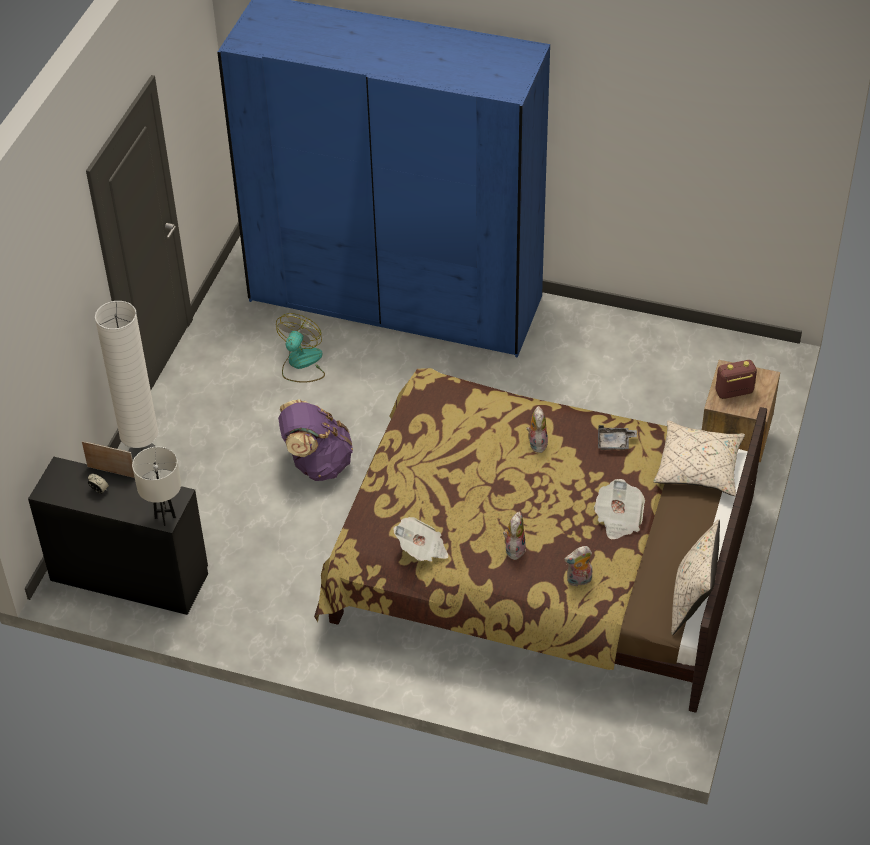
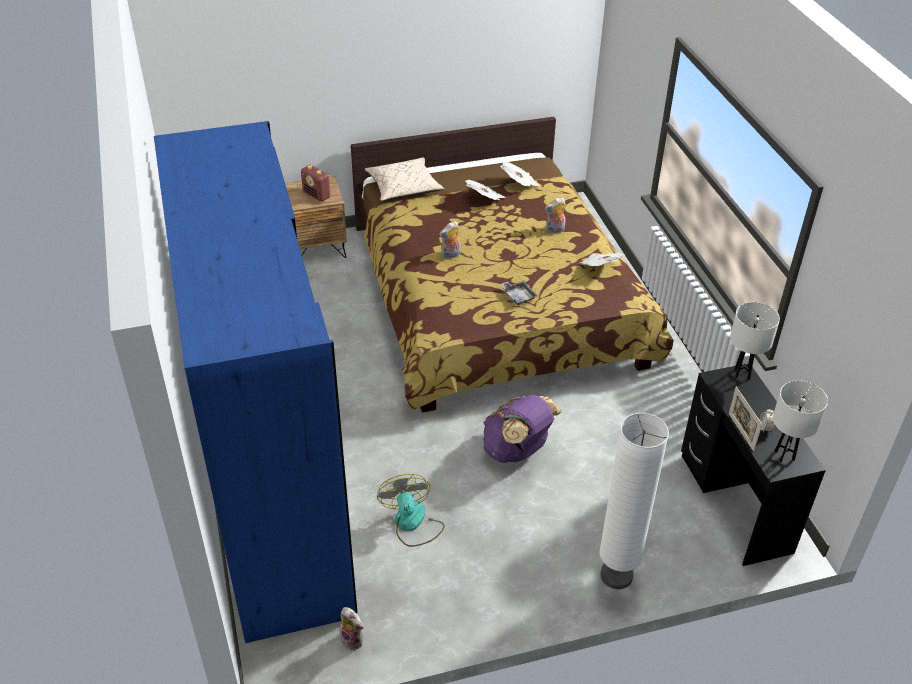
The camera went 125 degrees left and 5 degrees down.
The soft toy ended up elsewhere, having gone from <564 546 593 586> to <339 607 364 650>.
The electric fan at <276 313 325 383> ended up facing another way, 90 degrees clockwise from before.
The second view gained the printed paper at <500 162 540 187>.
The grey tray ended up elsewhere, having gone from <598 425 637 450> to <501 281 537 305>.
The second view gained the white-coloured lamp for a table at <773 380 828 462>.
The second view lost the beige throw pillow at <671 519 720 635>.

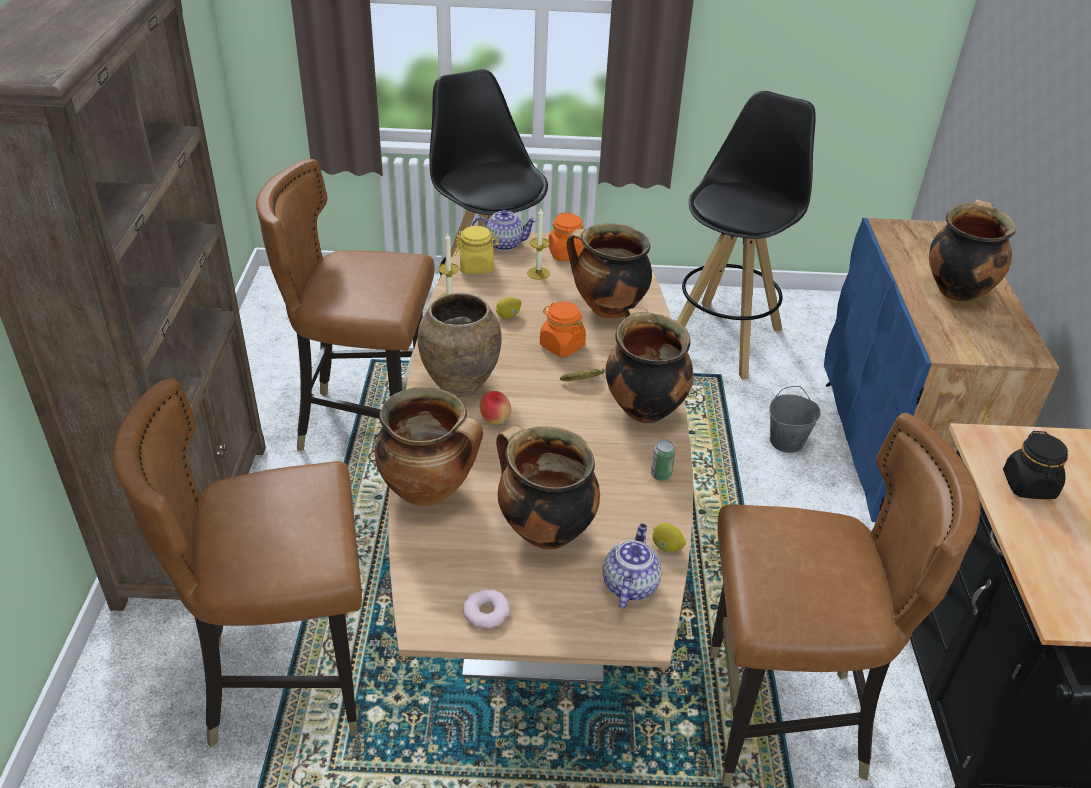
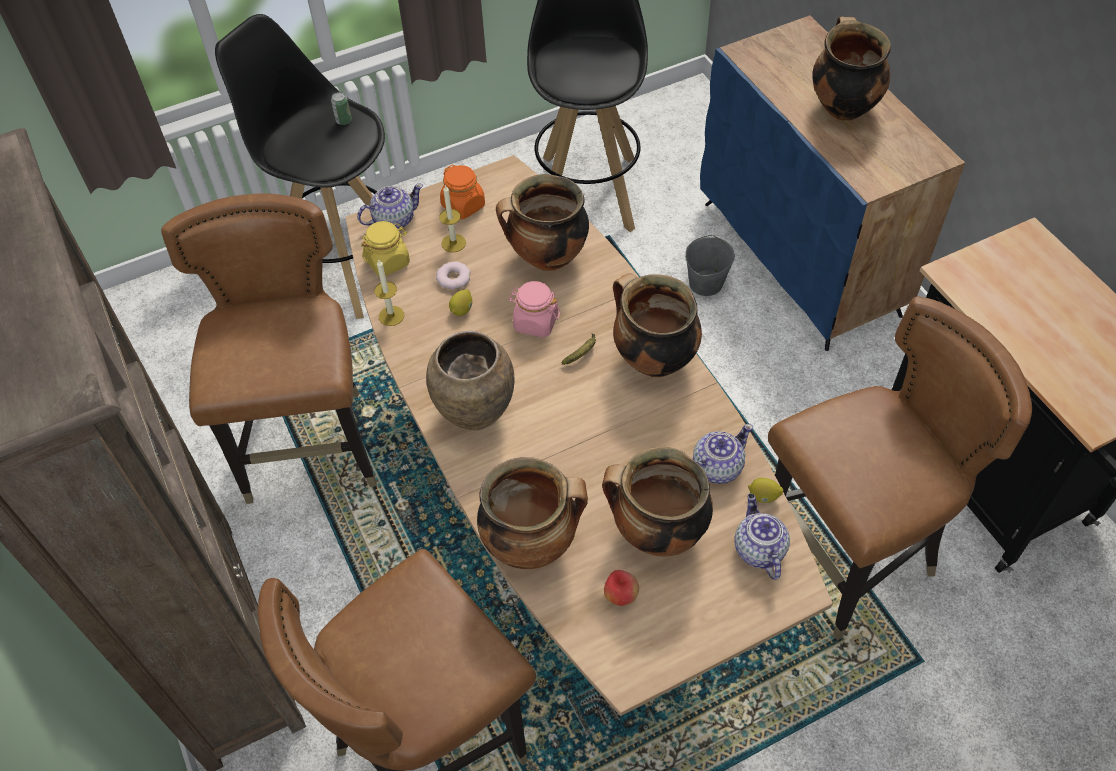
The camera went 25 degrees left and 15 degrees up.
The brown-coloured upright chair at <256 159 434 451> ended up facing another way, 105 degrees clockwise from before.
The metal can ended up elsewhere, having gone from <651 440 675 481> to <331 92 352 125>.
The doughnut ended up elsewhere, having gone from <463 589 510 629> to <436 262 471 290>.
What was the orange storage jar at <540 302 586 357> turned into the pinkish storage jar at <508 281 561 337>.
The whole apple ended up elsewhere, having gone from <480 391 511 425> to <604 570 639 606>.
The second view gained the tea pot at <693 424 753 484>.
The second view lost the black storage jar at <1003 431 1068 499>.

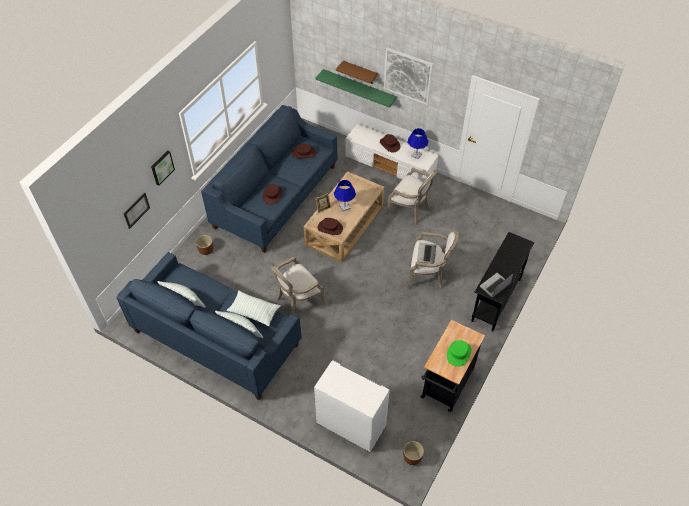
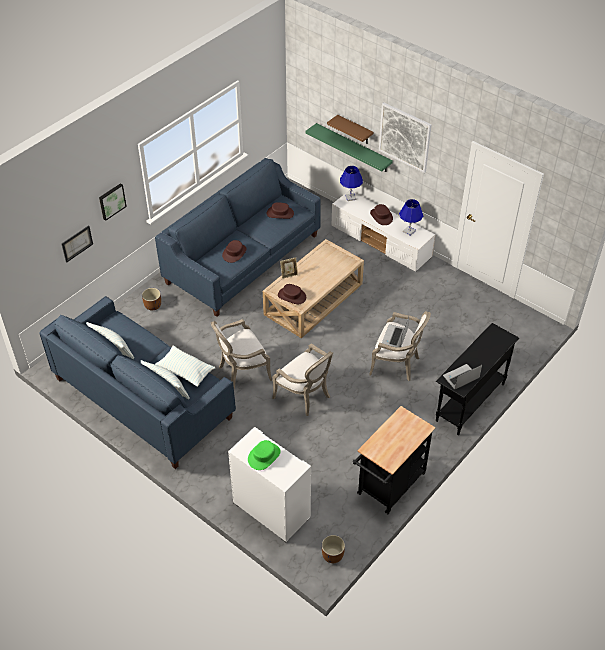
The camera went 10 degrees right and 5 degrees down.
The green-coloured clothing hat ended up elsewhere, having gone from <447 340 472 367> to <248 440 281 470>.
The lounge chair ended up elsewhere, having gone from <386 168 437 224> to <272 343 333 416>.
The bluish lamp for a table ended up elsewhere, having gone from <334 180 356 211> to <340 166 363 201>.

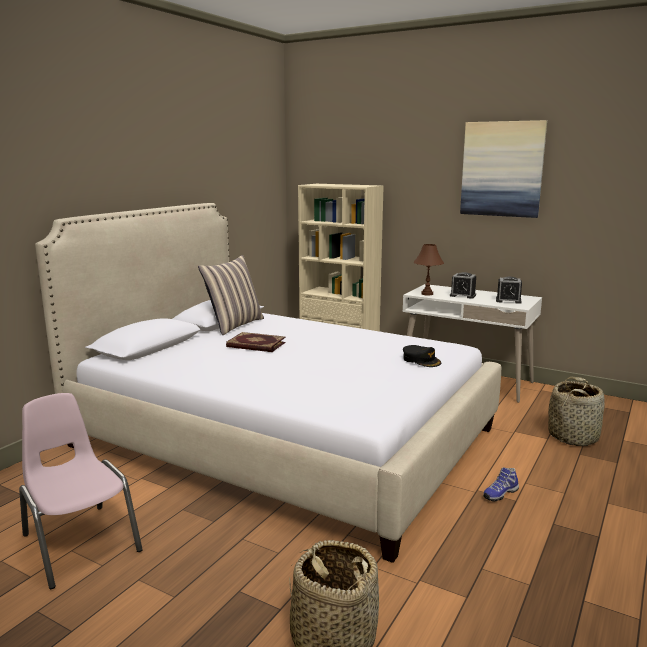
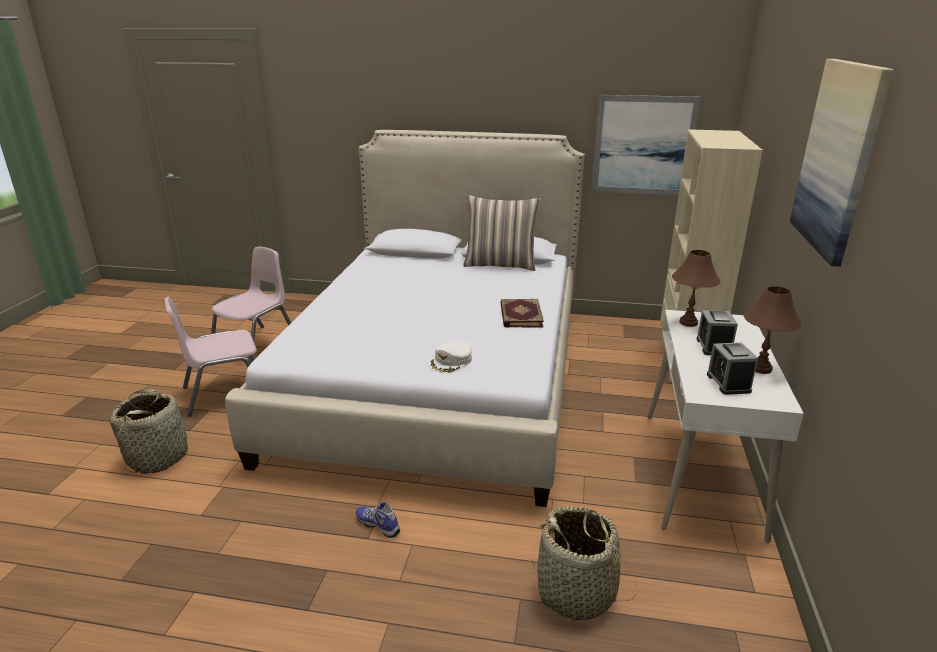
The camera went 70 degrees right and 10 degrees up.
The second view gained the pinkish upright chair at <165 297 257 417>.
What was the black peaked cap at <403 345 441 367> turned into the white-coloured peaked cap at <430 340 472 373>.
The volume ended up elsewhere, having gone from <226 332 286 352> to <500 299 544 328>.
The second view gained the wall art at <591 95 701 195>.
The second view gained the brown-coloured lamp for a table at <744 286 802 374>.

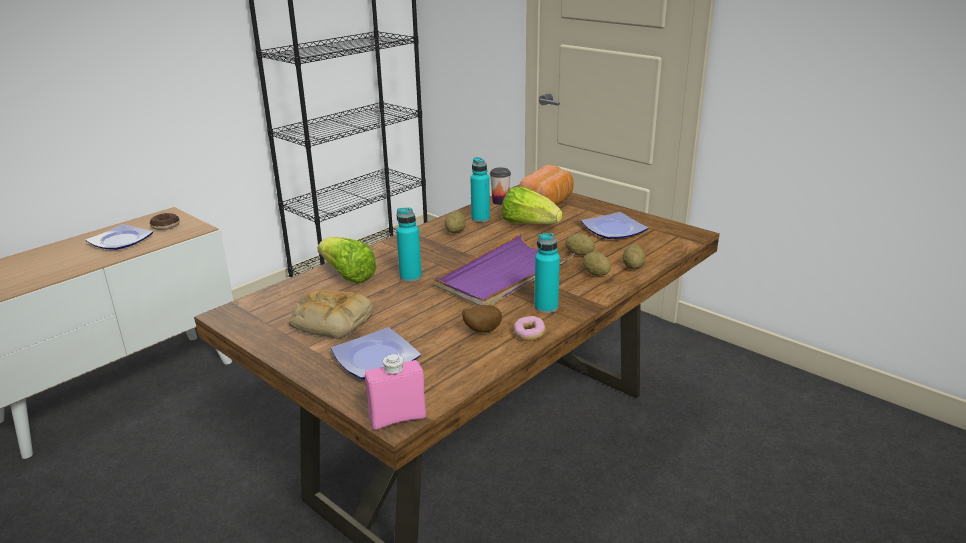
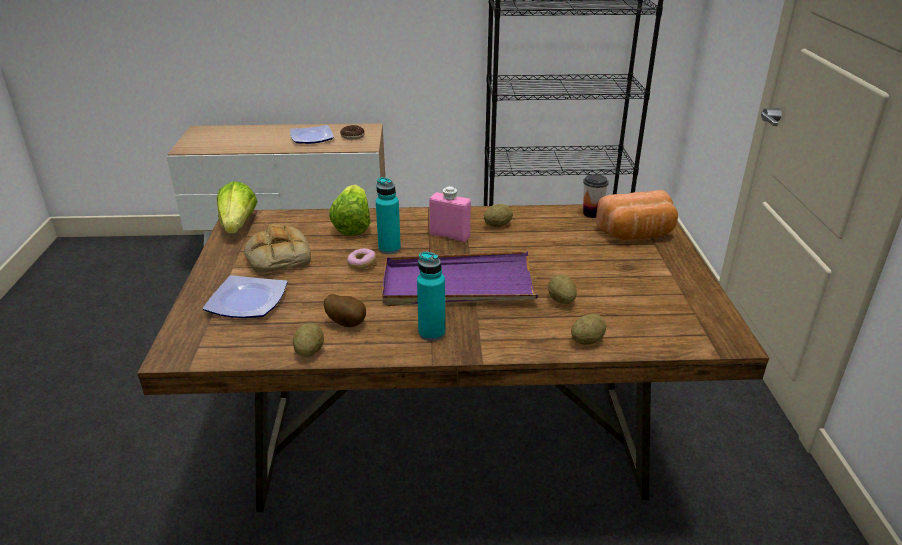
The camera went 45 degrees right and 5 degrees up.
The head of lettuce ended up elsewhere, having gone from <502 186 562 224> to <217 181 258 234>.
The potato ended up elsewhere, having gone from <583 252 611 276> to <293 323 324 357>.
The doughnut ended up elsewhere, having gone from <514 316 545 341> to <347 248 376 269>.
The pinkish beverage bottle ended up elsewhere, having gone from <365 354 426 430> to <429 186 471 242>.
The second view lost the turquoise-coloured beverage bottle at <470 157 490 223>.
The second view lost the flat dish at <581 212 648 239>.

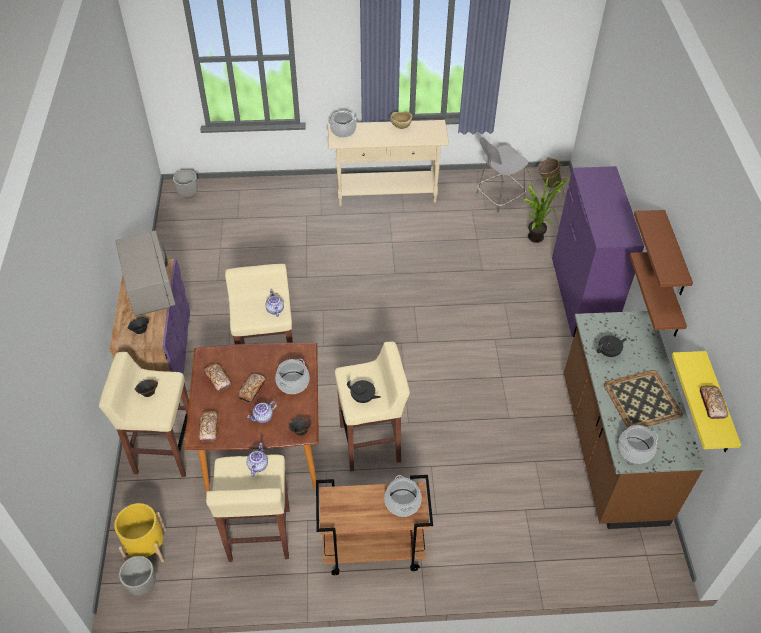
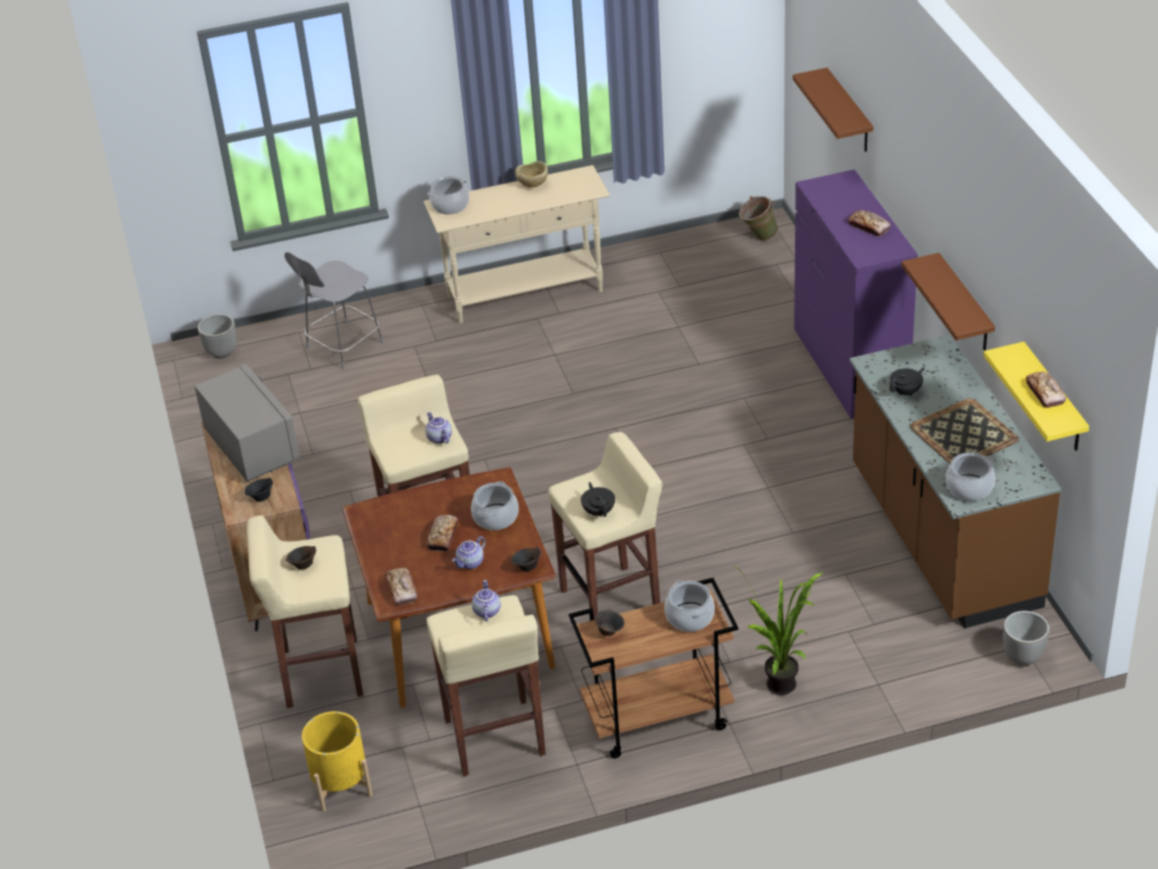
The camera went 10 degrees left and 10 degrees down.
The grey upright chair ended up elsewhere, having gone from <476 137 528 216> to <285 252 384 369>.
The black tea pot at <347 380 381 403> ended up facing another way, 120 degrees counterclockwise from before.
The second view gained the brown-coloured deep dish at <595 609 624 636>.
The houseplant ended up elsewhere, having gone from <523 164 570 243> to <735 566 823 695>.
The brown-coloured shelf ended up elsewhere, having gone from <634 210 693 295> to <793 68 873 152>.
The bread ended up elsewhere, having gone from <203 363 231 391> to <848 210 891 236>.
The planter ended up elsewhere, having gone from <119 556 156 596> to <1003 611 1050 665>.

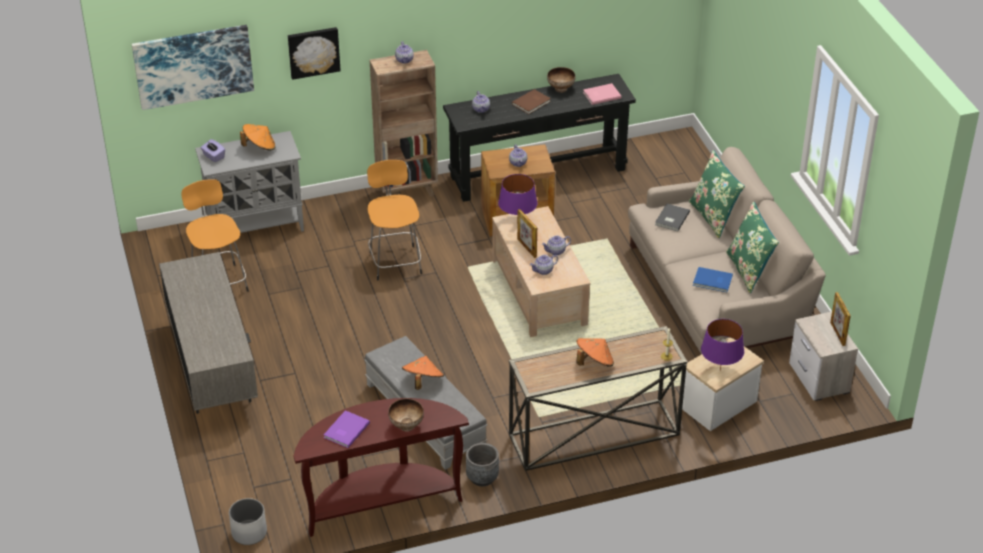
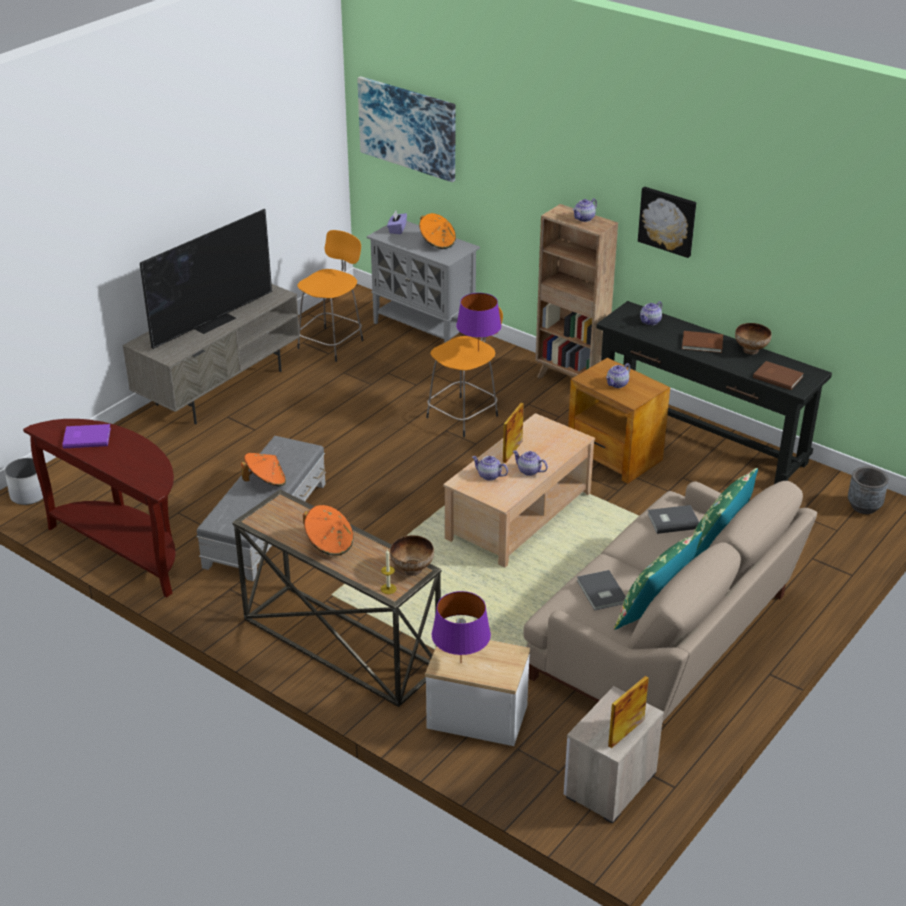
The camera went 55 degrees right and 5 degrees down.
The second view gained the television at <140 209 272 349>.
The deep dish ended up elsewhere, having gone from <388 399 424 431> to <390 535 434 576>.
The purple-coloured lamp for a table ended up elsewhere, having gone from <498 174 538 221> to <456 293 501 351>.
What was the bluish volume at <693 267 733 292> turned into the grey volume at <577 570 626 611>.
The wall art ended up elsewhere, having gone from <288 27 341 80> to <638 187 696 258>.
What was the pinkish volume at <583 83 621 105> turned into the brown-coloured volume at <753 361 804 390>.
The grey planter ended up elsewhere, having gone from <466 443 499 487> to <848 466 889 514>.

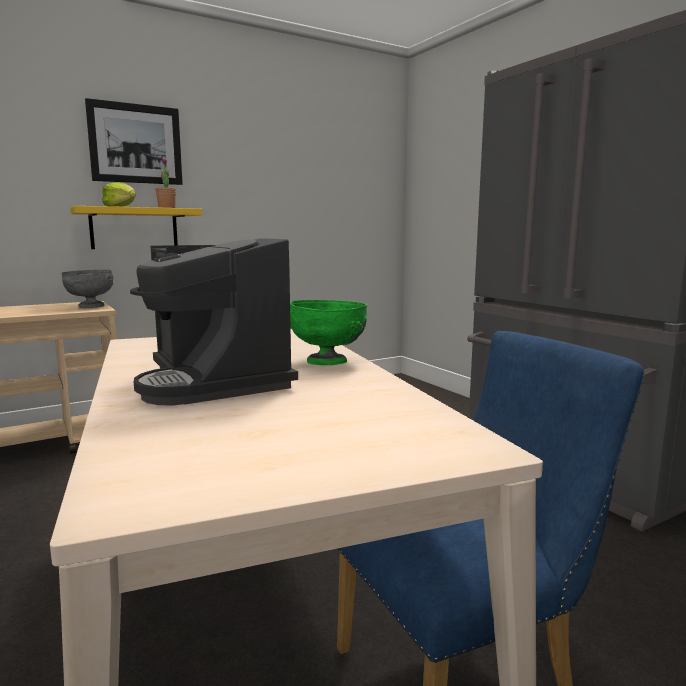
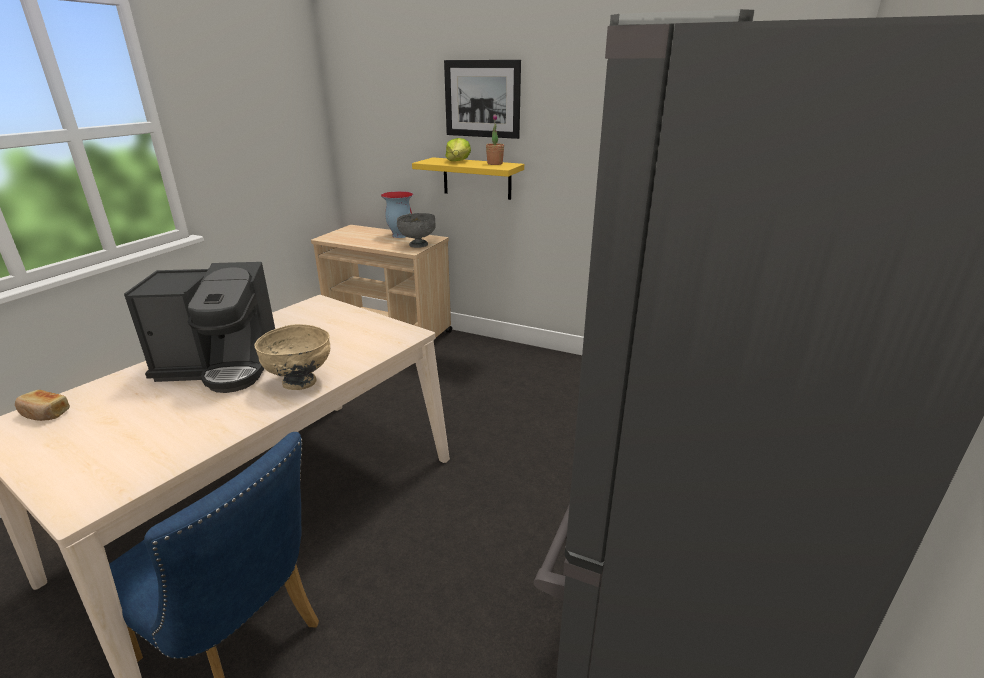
The camera went 55 degrees right and 15 degrees up.
The second view gained the bread at <15 390 70 421>.
The coffee machine at <130 238 298 406> ended up facing another way, 120 degrees counterclockwise from before.
What was the green-coloured deep dish at <290 300 367 365> turned into the beige deep dish at <254 324 330 390>.
The second view gained the flower vase at <381 191 413 238>.

